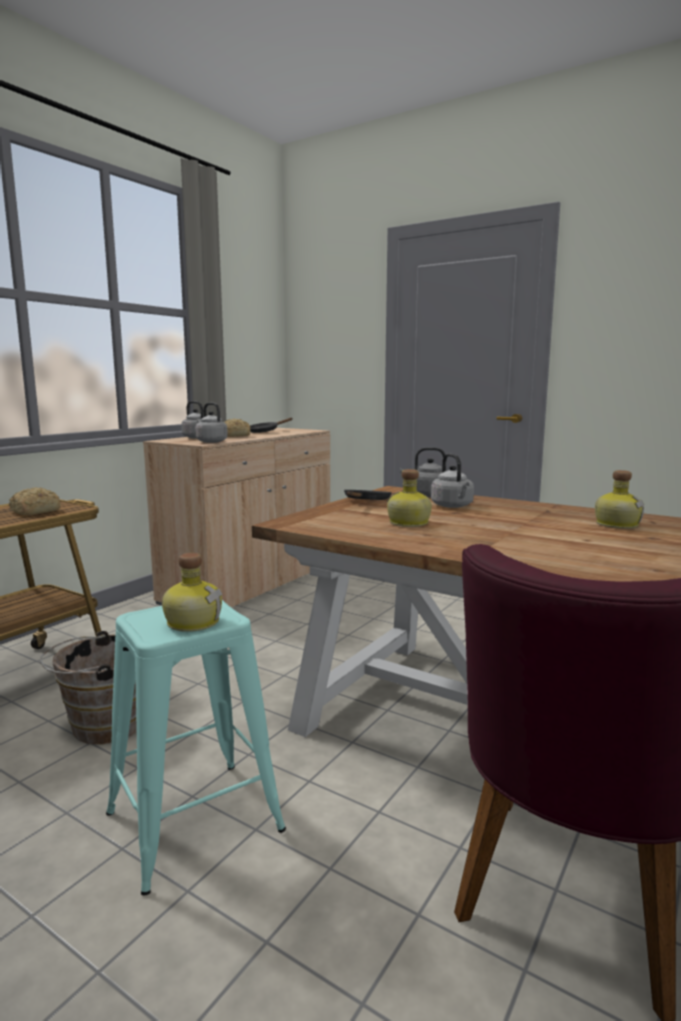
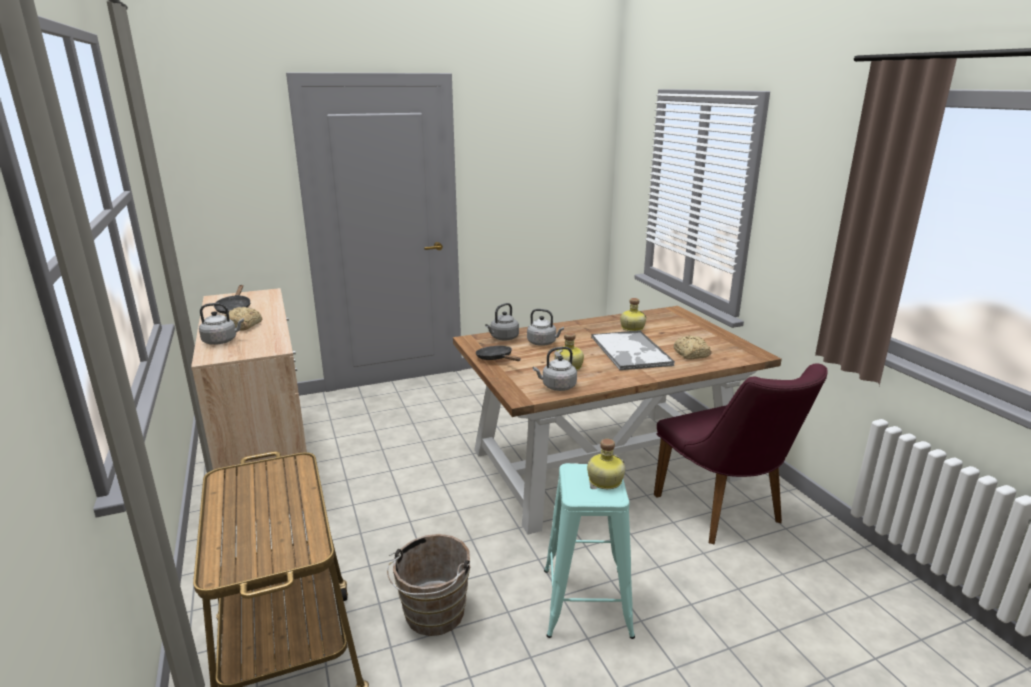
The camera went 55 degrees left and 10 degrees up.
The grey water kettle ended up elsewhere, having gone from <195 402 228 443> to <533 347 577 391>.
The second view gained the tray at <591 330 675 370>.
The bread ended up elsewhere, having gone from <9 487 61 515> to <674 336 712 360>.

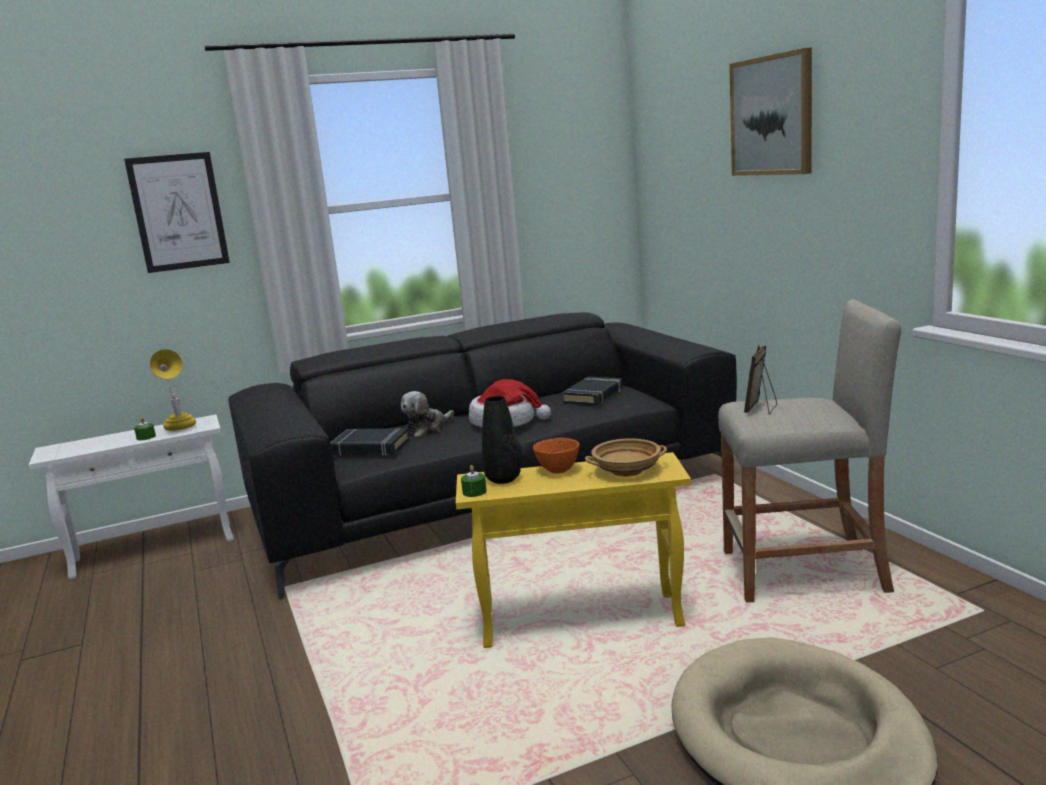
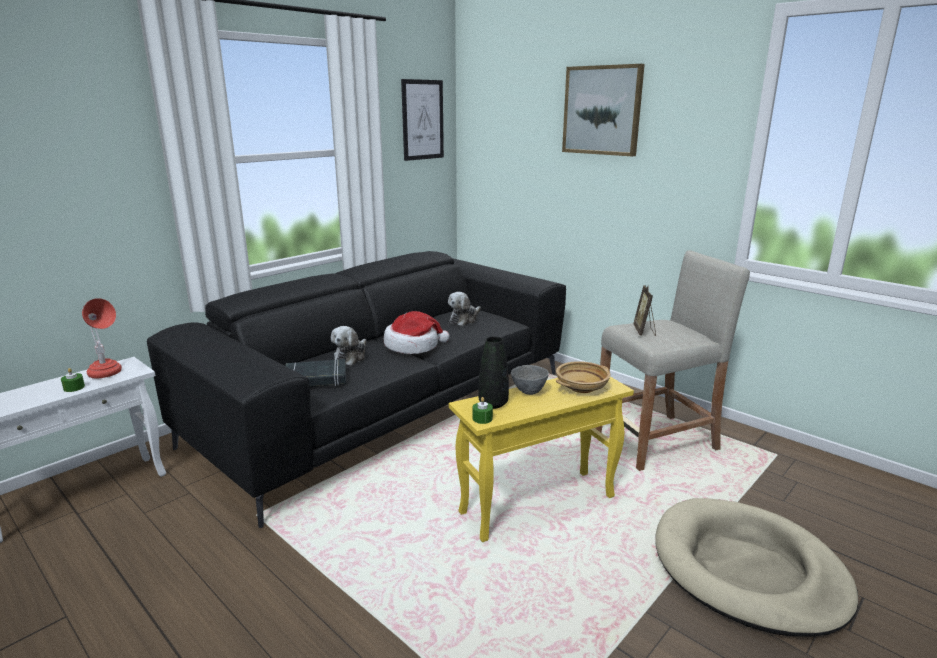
The camera went 25 degrees left and 5 degrees up.
What was the yellow lamp for a table at <150 349 196 431> turned into the reddish lamp for a table at <82 298 122 378>.
The wall art ended up elsewhere, having gone from <124 152 230 273> to <401 79 444 161>.
Where the black volume stood at <562 376 622 406>, the soft toy came to stand at <448 292 481 326>.
What was the orange deep dish at <533 438 579 473> turned into the grey deep dish at <511 365 549 395>.

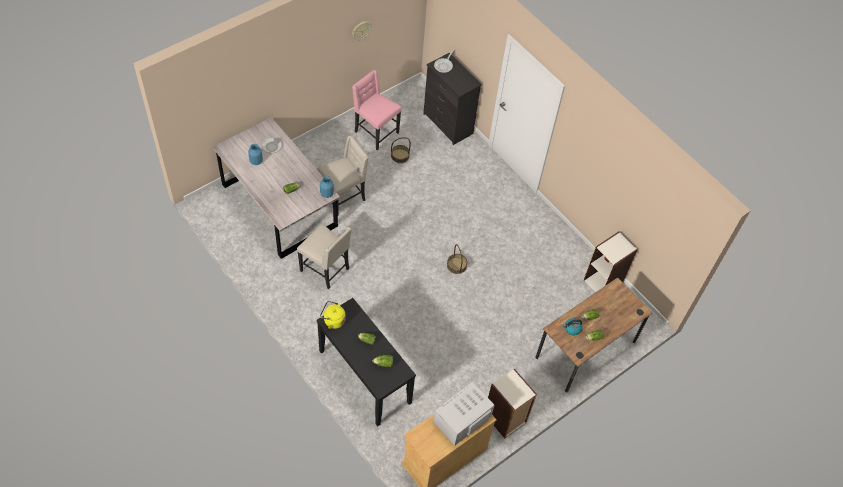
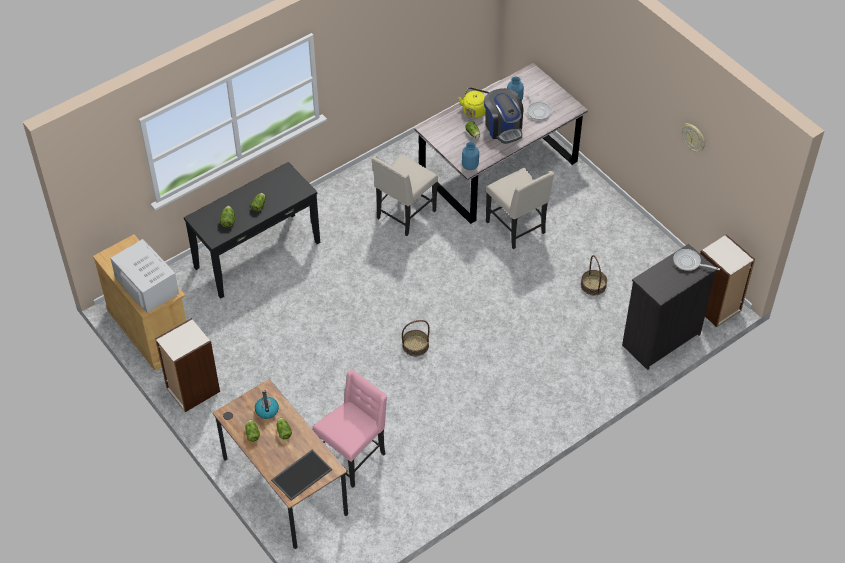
The camera went 95 degrees right and 5 degrees down.
The second view gained the tray at <271 450 332 501>.
The pinkish upright chair ended up elsewhere, having gone from <352 70 401 151> to <313 369 387 488>.
The yellow water kettle ended up elsewhere, having gone from <320 301 346 329> to <458 87 489 118>.
The second view gained the coffee machine at <484 88 523 144>.
The bookshelf ended up elsewhere, having gone from <584 232 637 293> to <700 234 755 327>.

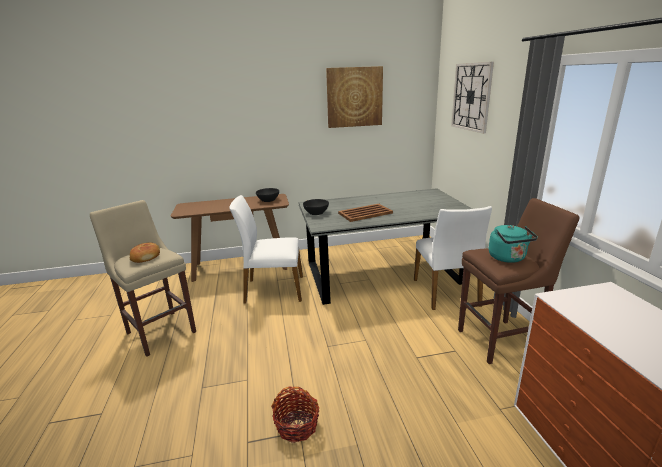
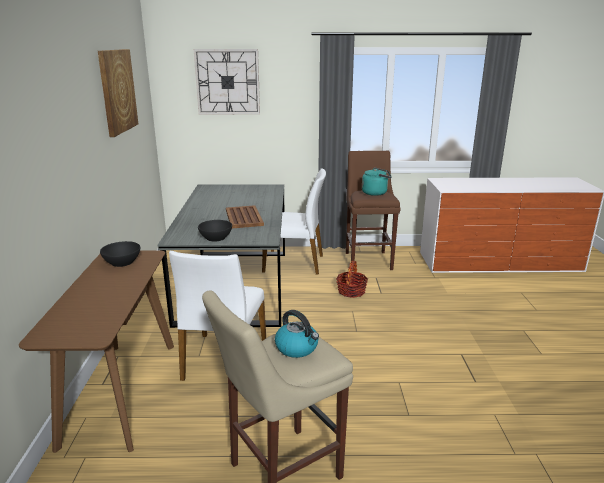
The camera went 80 degrees left and 0 degrees up.
Where the bread stood at <130 243 160 263>, the water kettle came to stand at <275 310 319 358>.
The storage basket ended up elsewhere, having gone from <271 387 319 443> to <336 261 368 298>.

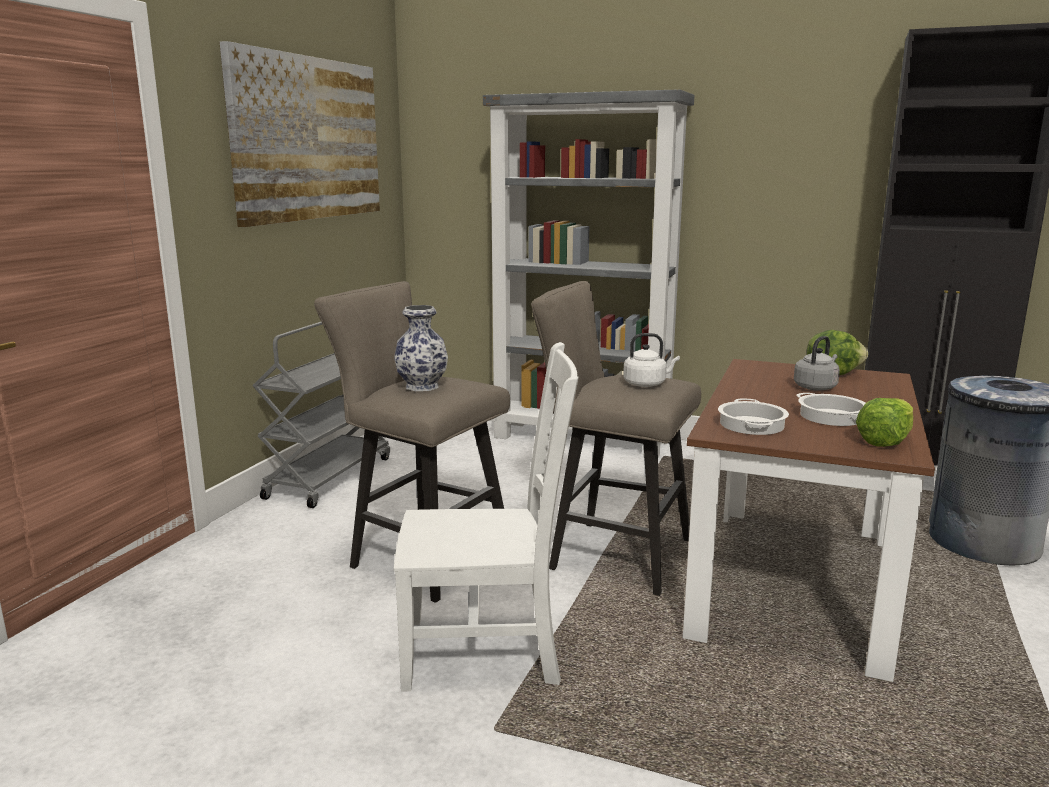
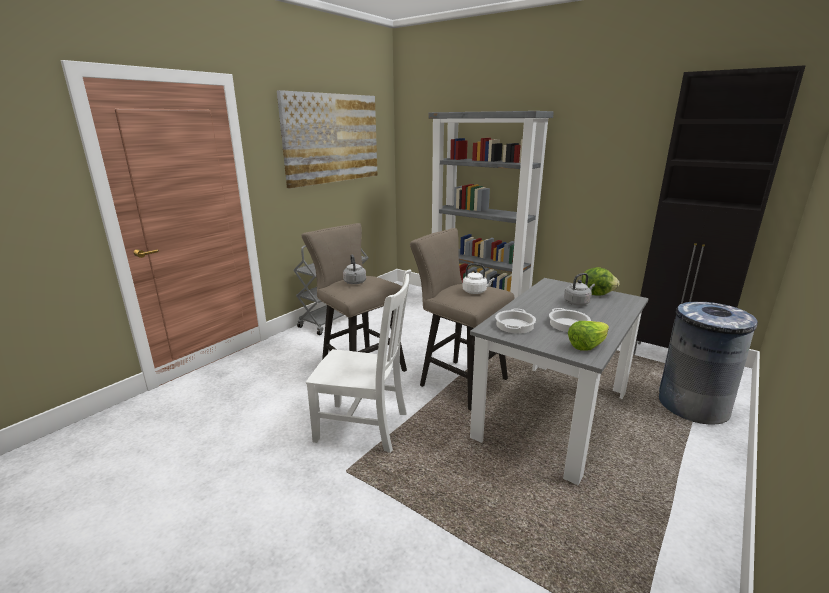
The camera went 15 degrees right and 5 degrees up.
Where the flower vase stood at <394 305 448 391>, the grey water kettle came to stand at <343 255 366 284>.
What was the brown-coloured dining table at <683 359 935 682> turned into the grey dining table at <470 278 649 485>.

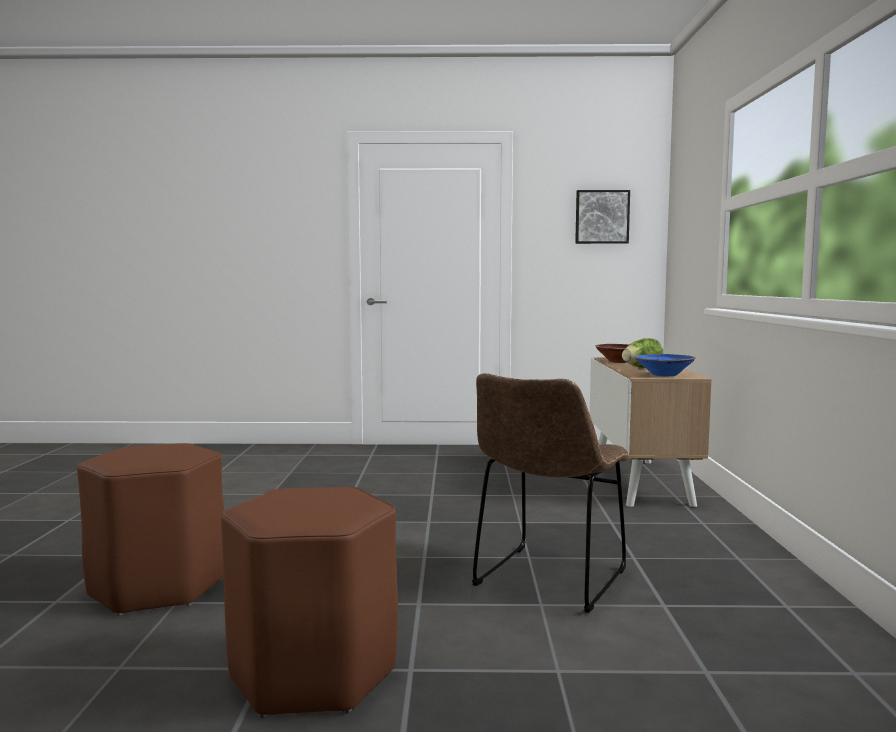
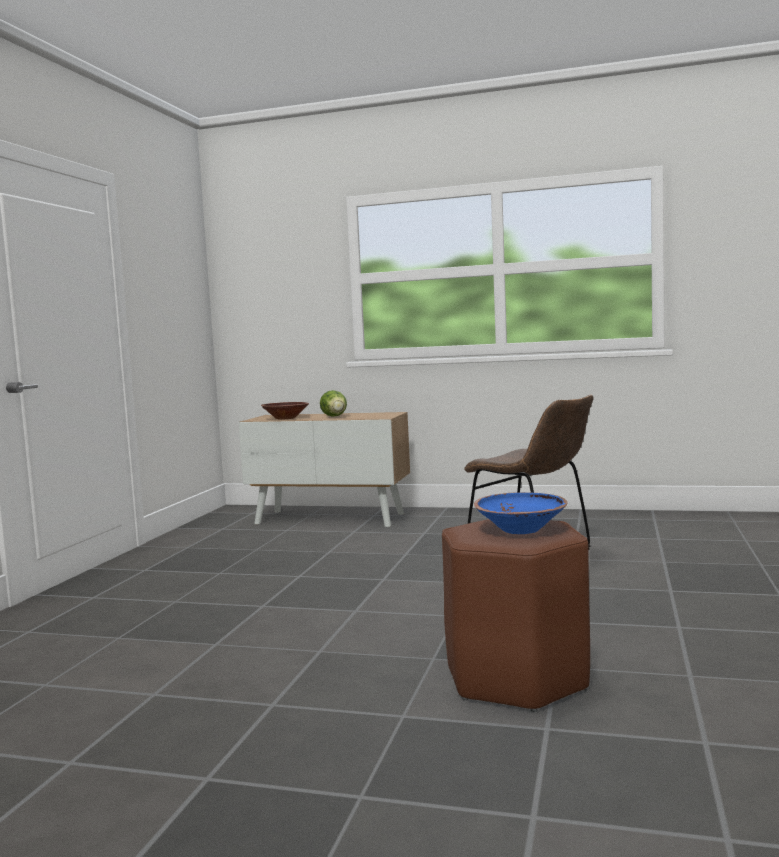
The camera went 75 degrees left and 0 degrees up.
The bluish deep dish ended up elsewhere, having gone from <635 354 696 376> to <474 492 567 534>.
The second view lost the brown-coloured sitting stool at <221 487 398 718>.
The second view lost the wall art at <575 190 630 244>.

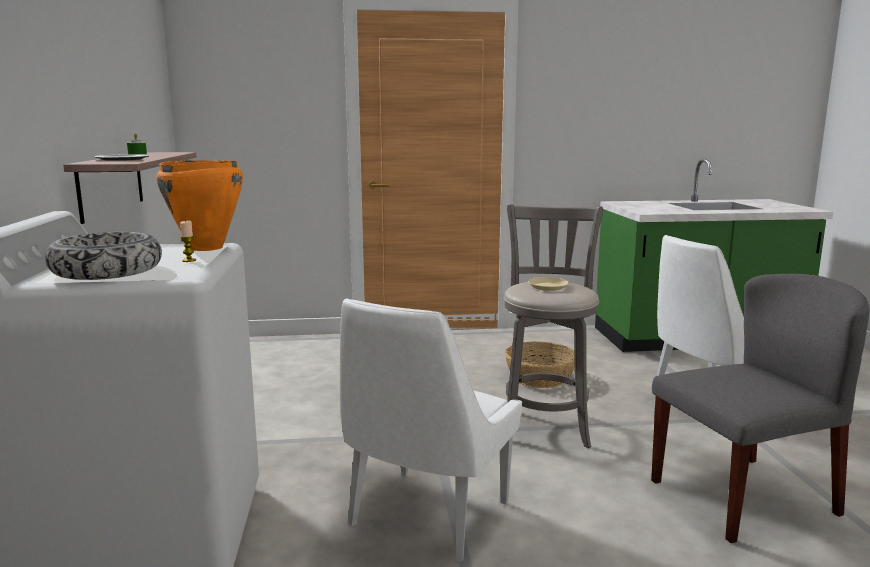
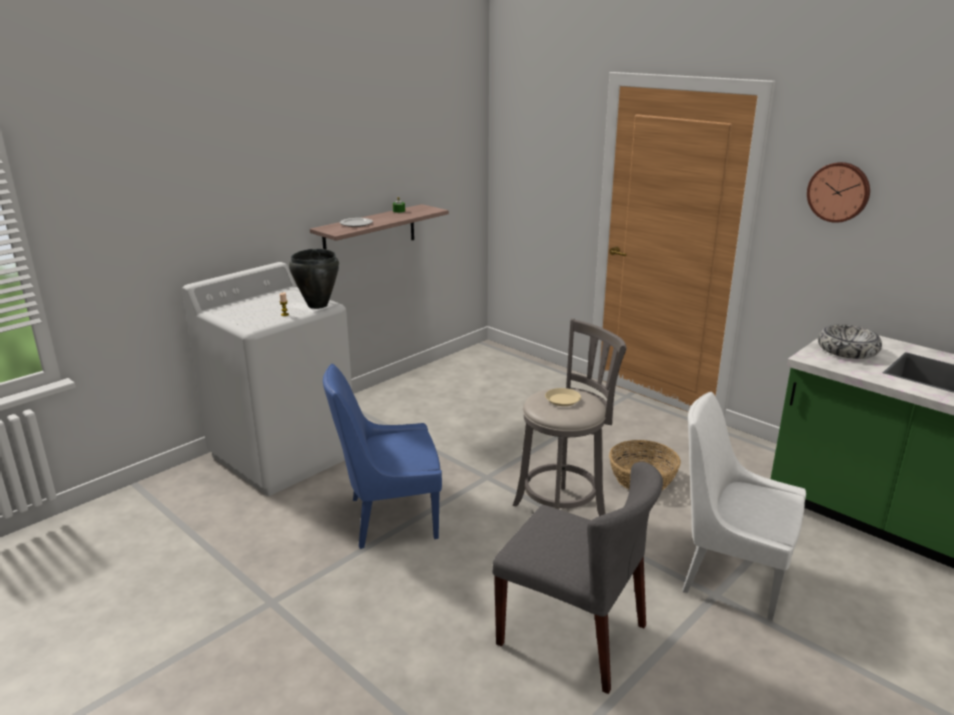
The camera went 50 degrees right and 10 degrees up.
What was the orange cooking pot at <156 160 243 251> turned into the black cooking pot at <289 249 339 309>.
What was the white-coloured upright chair at <340 298 522 562> turned into the bluish upright chair at <323 364 442 549>.
The second view gained the clock on the wall at <807 162 870 223>.
The deep dish ended up elsewhere, having gone from <45 232 162 280> to <818 324 882 359>.

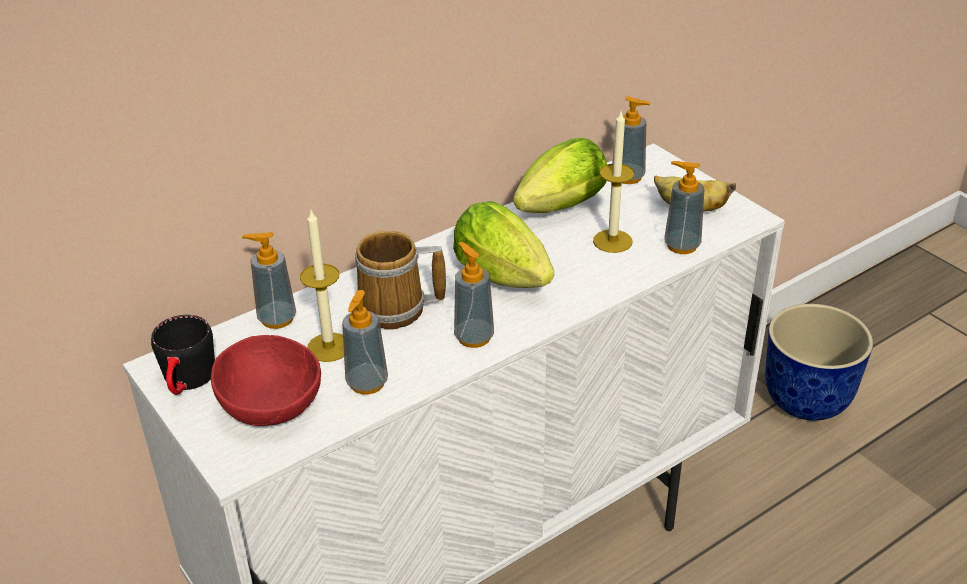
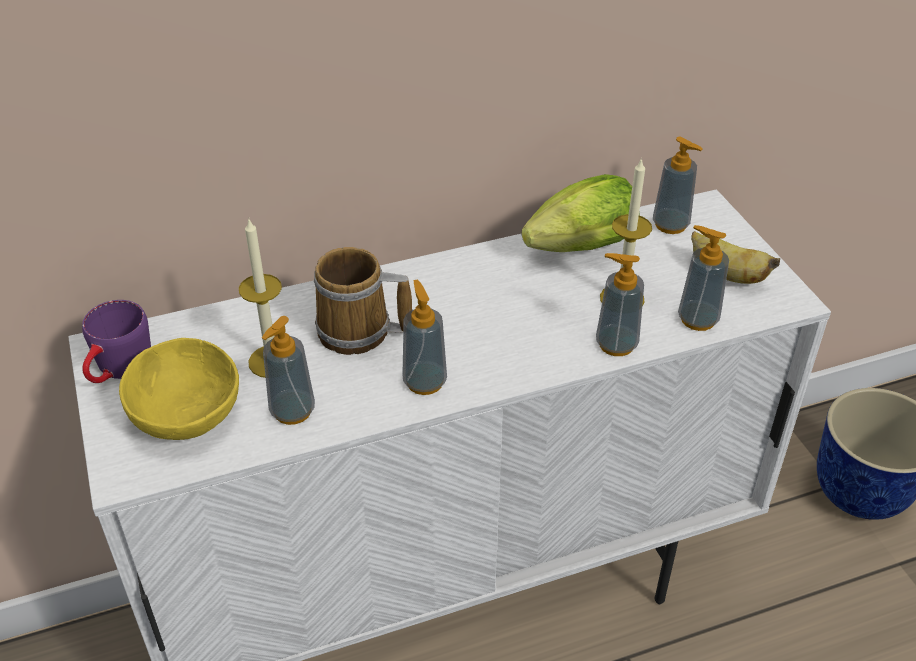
The camera went 15 degrees right and 5 degrees up.
What was the black tea mug at <151 315 215 395> turned into the purple-coloured tea mug at <82 300 151 383>.
What was the reddish deep dish at <211 335 321 426> turned into the yellow deep dish at <119 338 239 440>.
The liquid soap bottle ended up elsewhere, having gone from <242 232 296 329> to <596 253 644 356>.
The second view lost the head of lettuce at <453 201 554 288>.

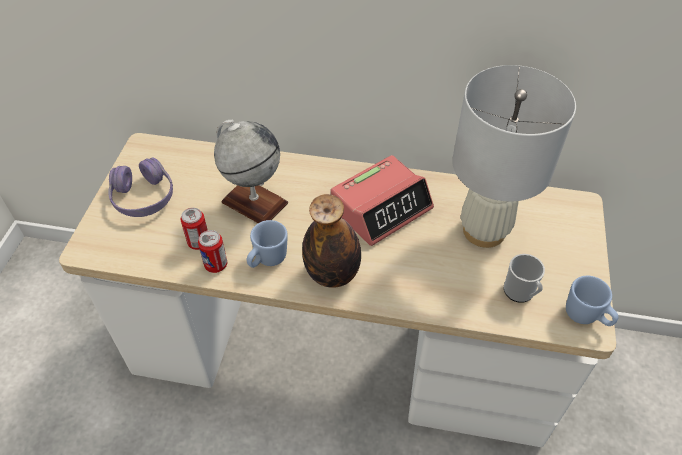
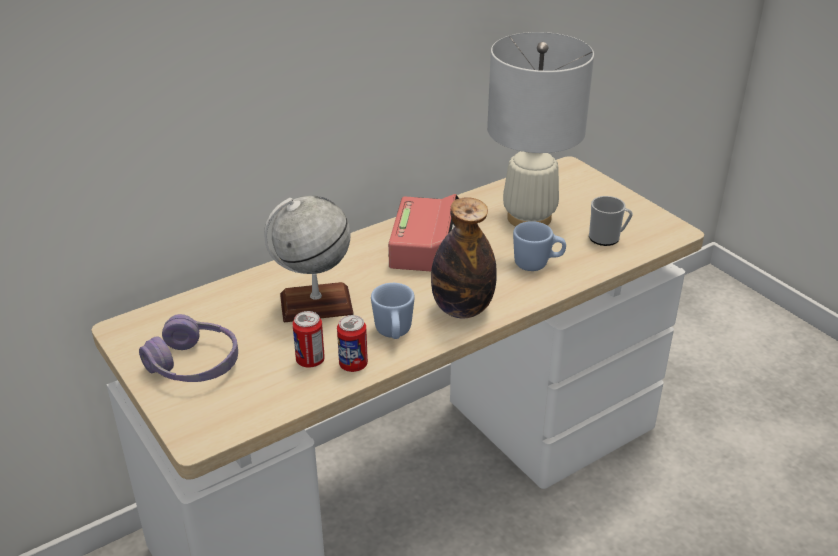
The camera went 45 degrees left and 15 degrees down.
The bluish tea mug ended up elsewhere, having gone from <566 276 618 326> to <513 221 566 271>.

